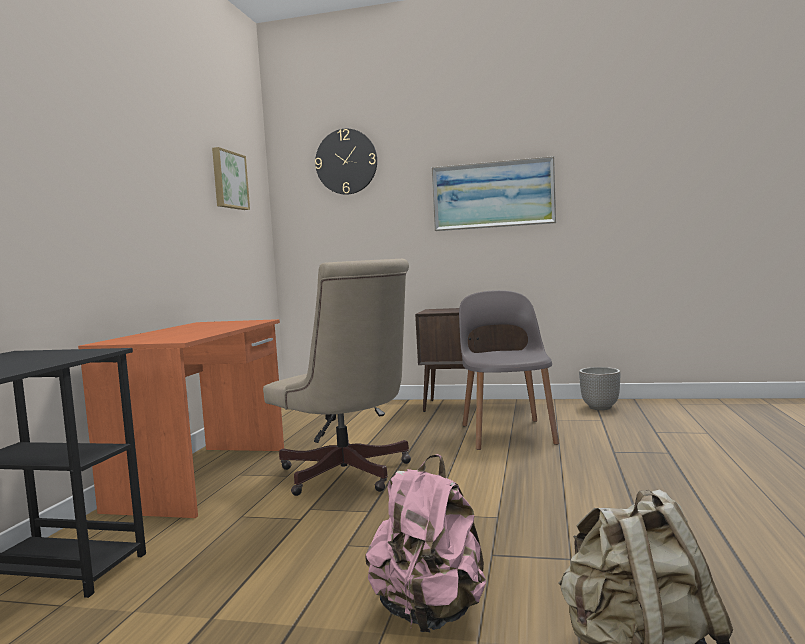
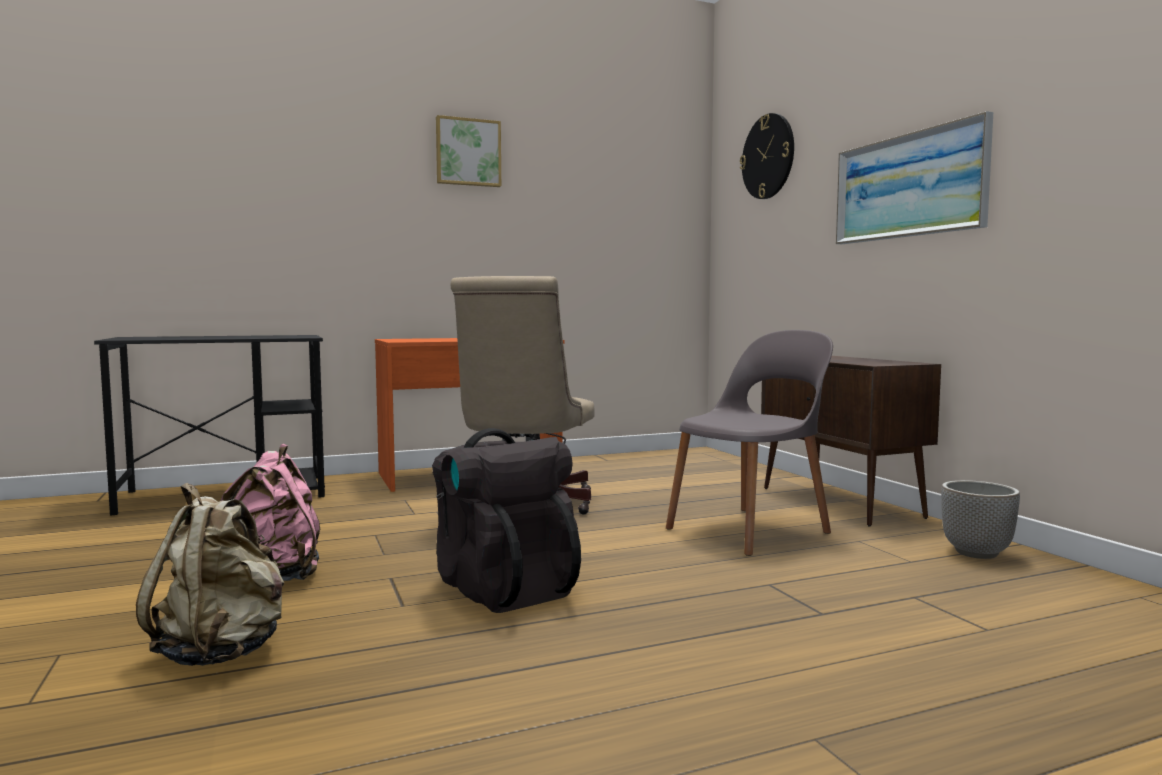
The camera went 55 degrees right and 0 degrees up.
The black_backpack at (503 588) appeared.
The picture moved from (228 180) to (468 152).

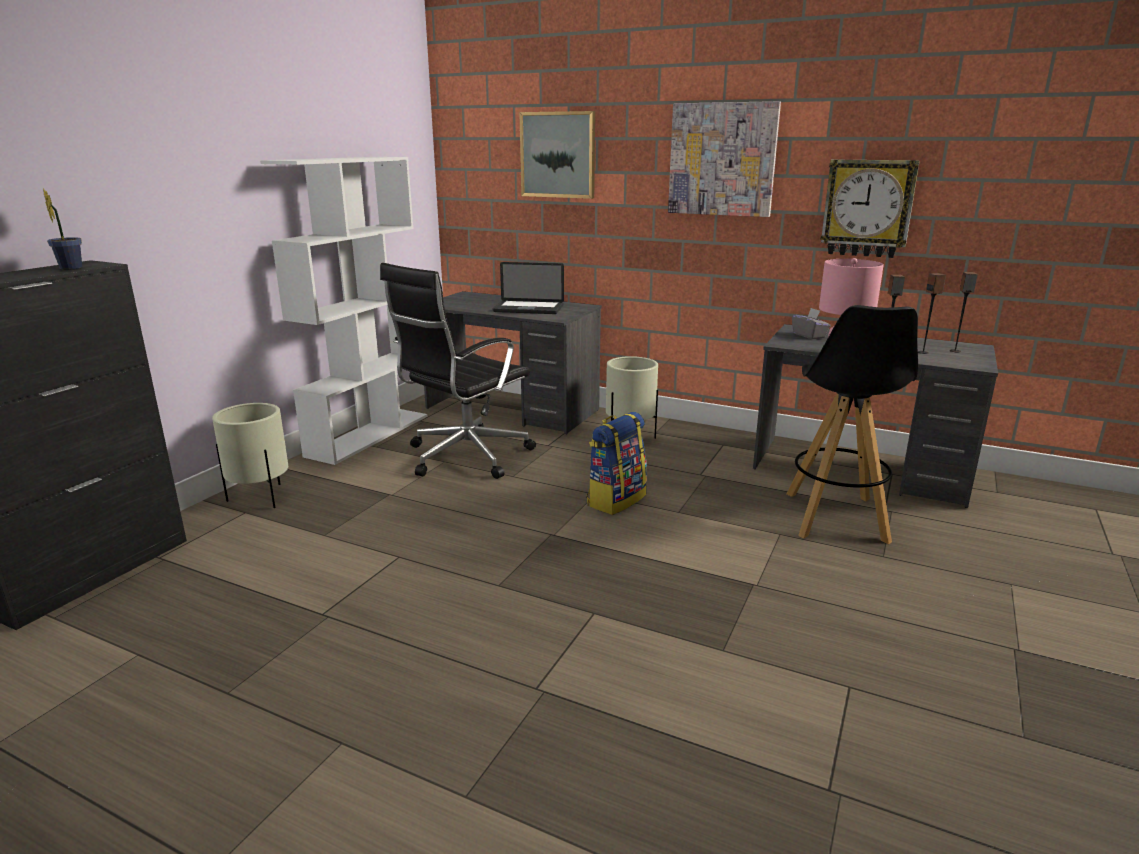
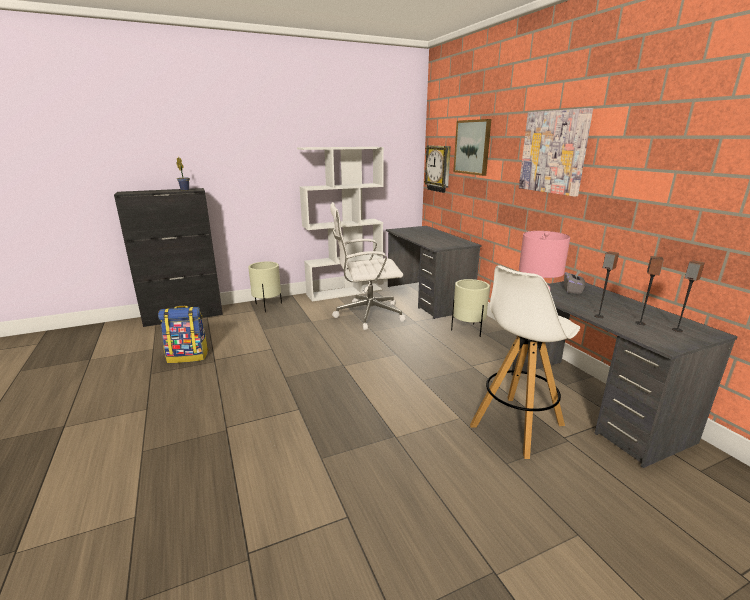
The camera went 40 degrees right and 0 degrees up.
The laptop at (528 309) disappeared.
The backpack moved from (616 500) to (188 356).
The wall_clock moved from (867 208) to (438 168).
The black_office_chair at (464 456) became the white_office_chair at (367 314).
The black_stool at (835 517) became the white_stool at (516 425).

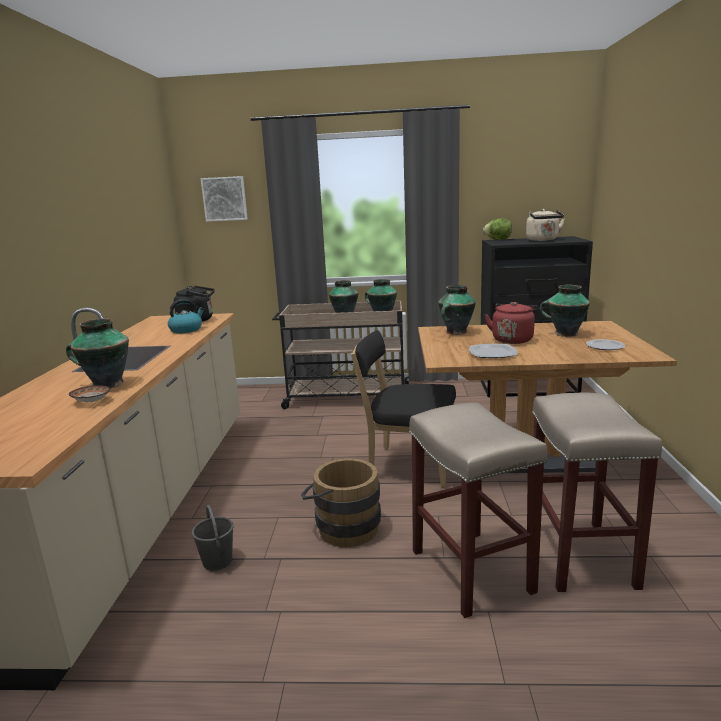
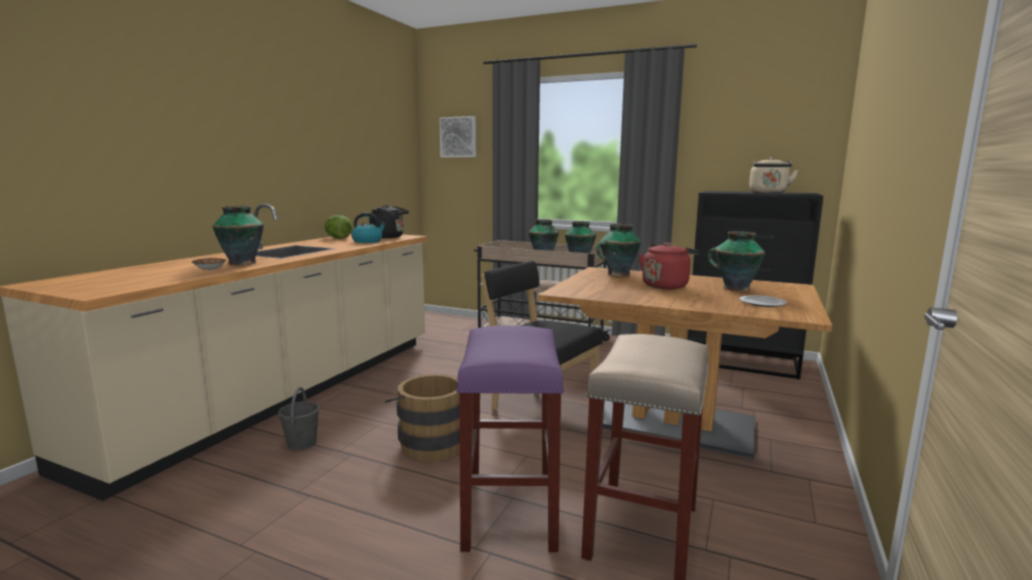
The camera went 20 degrees right and 5 degrees down.
The plate at (493 353) disappeared.
The lettuce moved from (498 239) to (338 238).
The beige_stool at (473 572) became the purple_stool at (511 513).

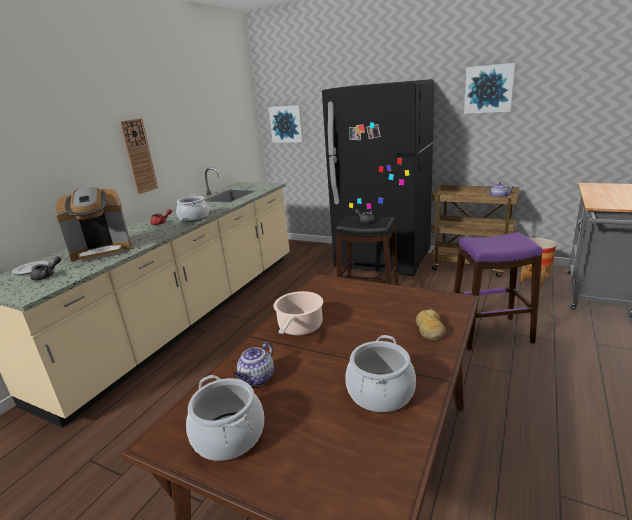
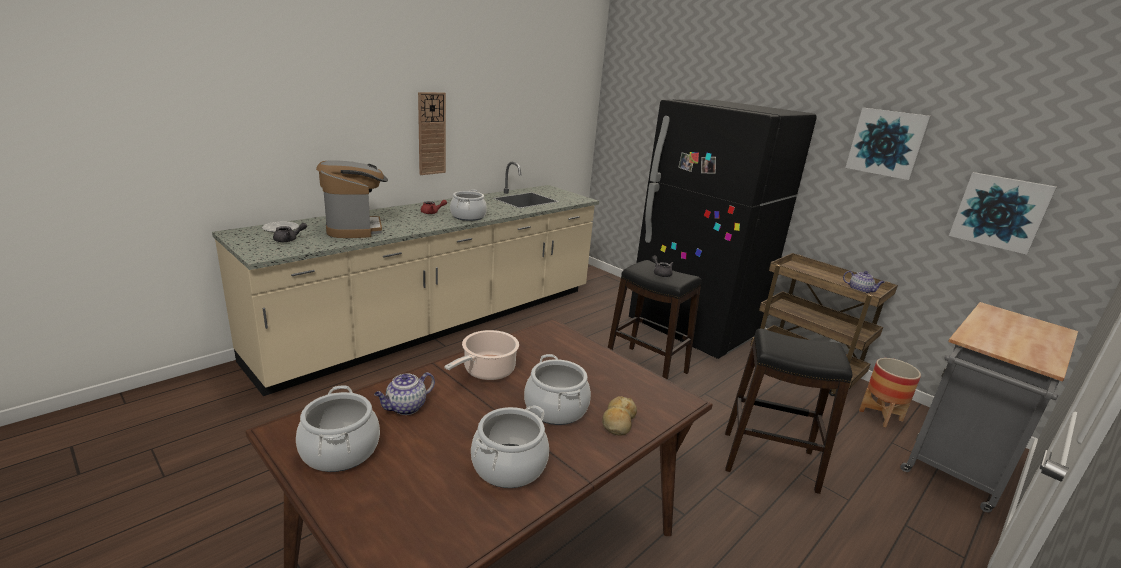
The camera went 15 degrees right and 0 degrees up.
The cooking_pot at (555 409) appeared.
The picture moved from (286 124) to (1000 212).
The purple_stool at (490 333) became the black_stool at (768 461).
The coffee_machine at (102 251) turned 105 degrees counterclockwise.

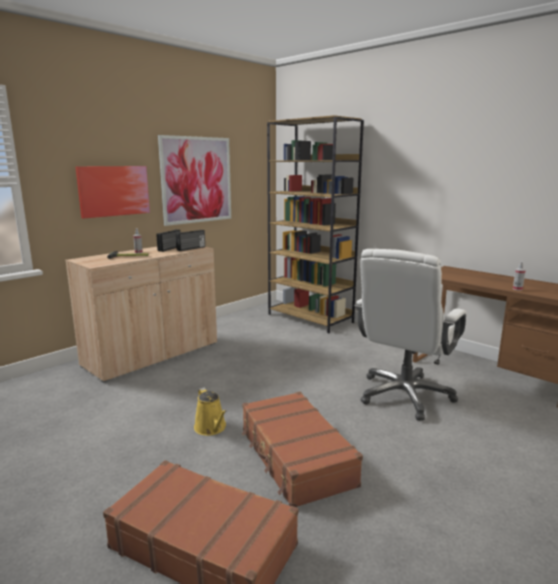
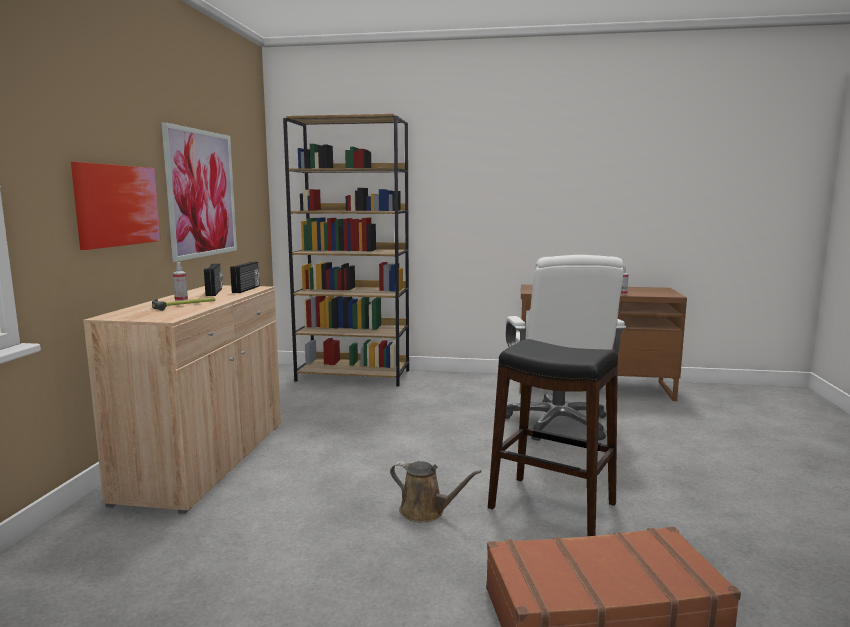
The camera went 35 degrees left and 5 degrees down.
The brown_suitcase at (295 457) was replaced by the black_stool at (553 506).
The yellow_watering_can at (211 428) became the brown_watering_can at (426 512).

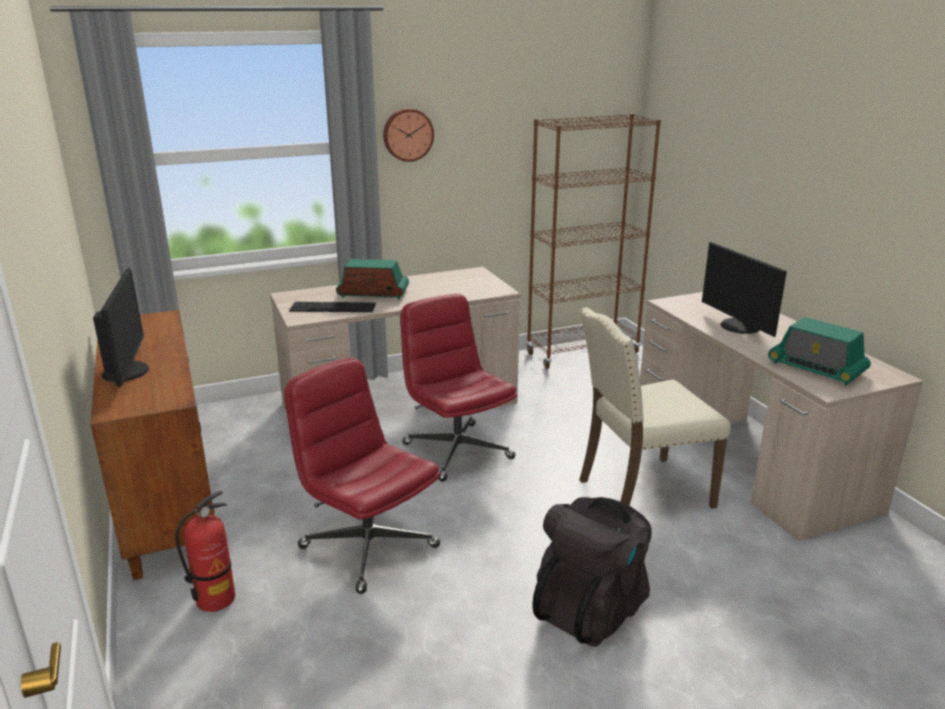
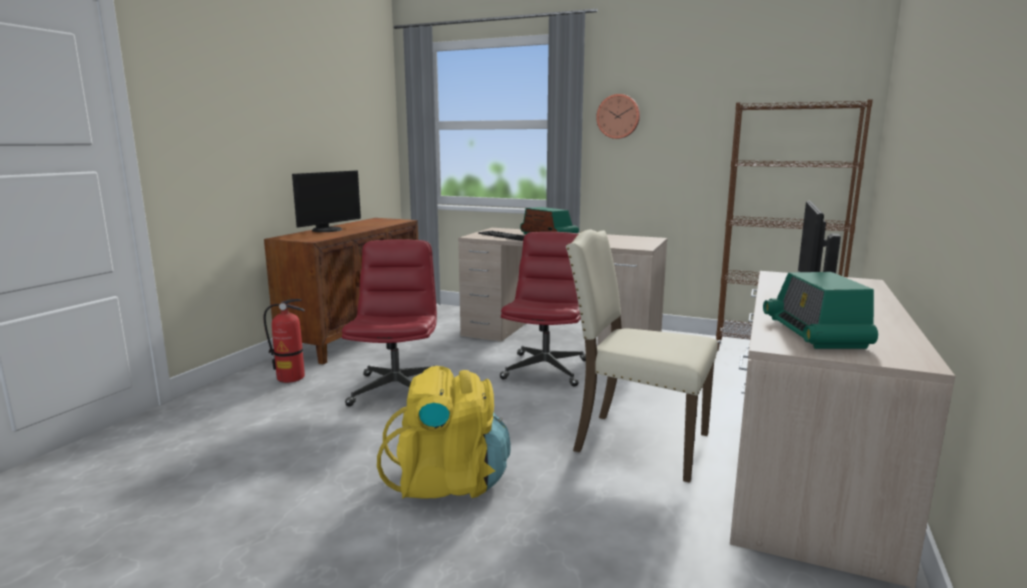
The camera went 45 degrees right and 10 degrees down.
The black_backpack at (591 608) became the yellow_backpack at (449 481).

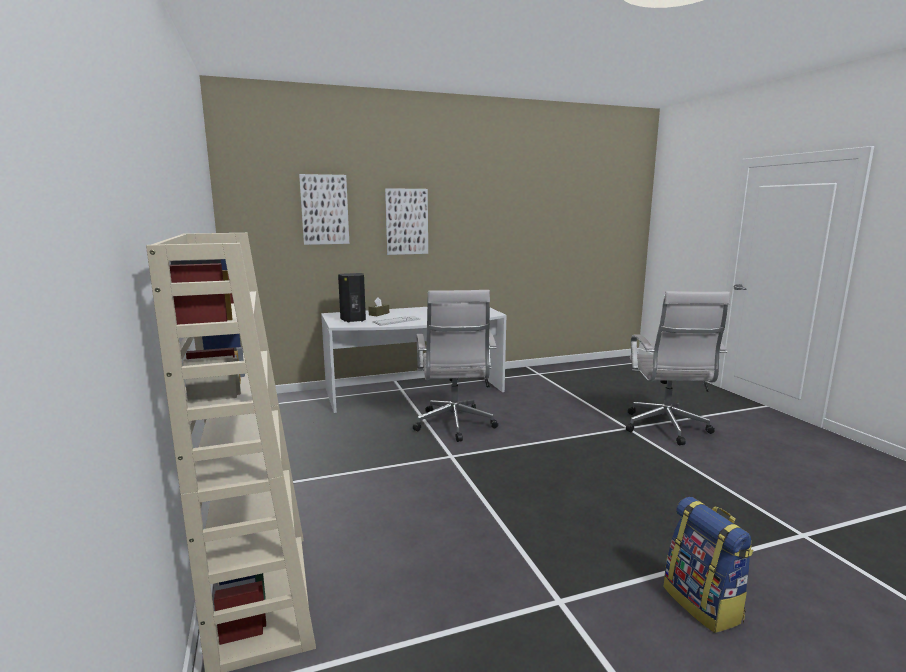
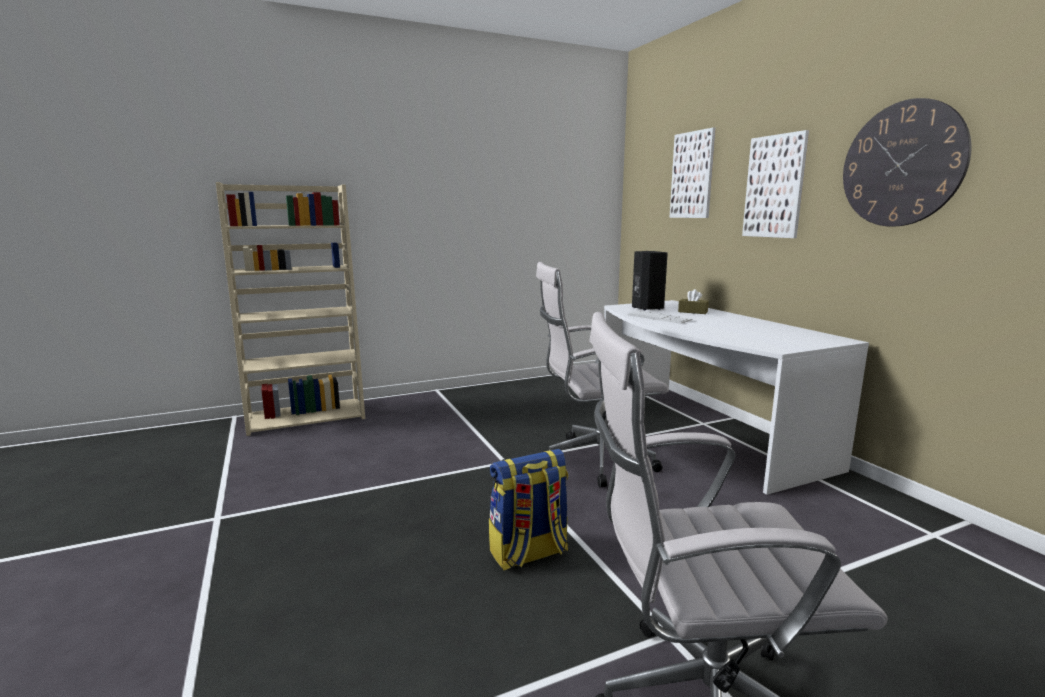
The camera went 85 degrees right and 0 degrees up.
The wall_clock at (902 164) appeared.
The backpack moved from (703 604) to (528 553).

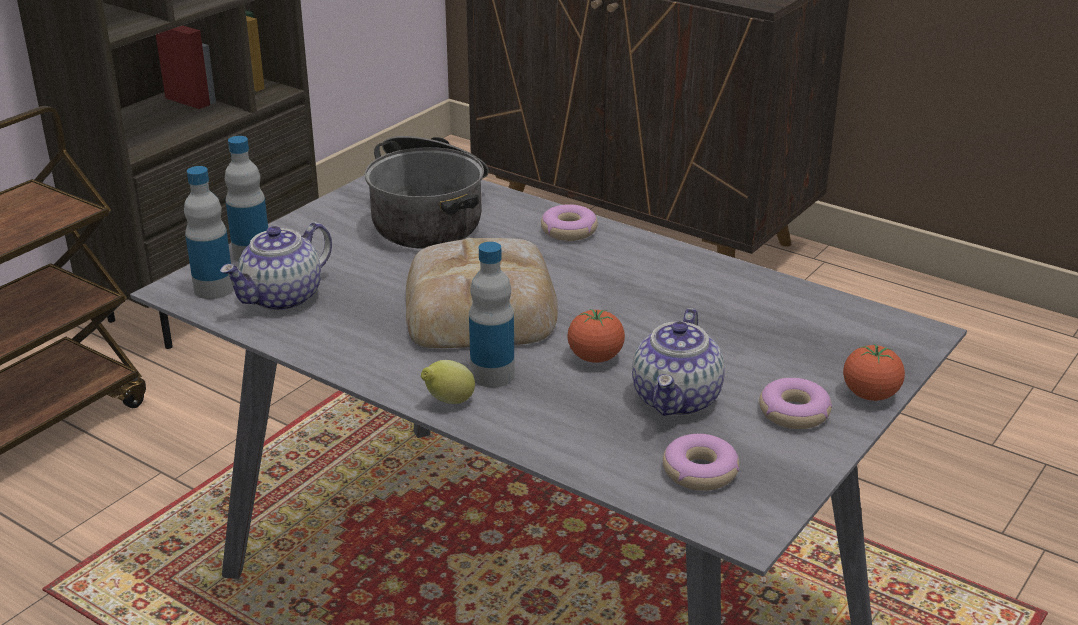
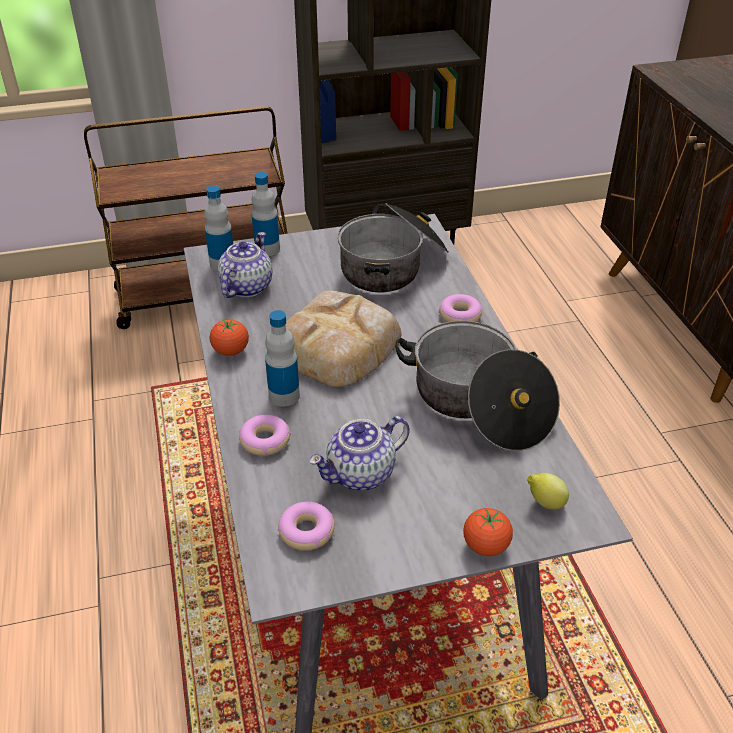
The camera went 40 degrees right and 10 degrees up.
The cooking_pot at (478 404) appeared.
The lemon moved from (448 402) to (545 503).
The tomato moved from (595 358) to (231 351).
The donut moved from (794 413) to (265 441).
The teapot at (282 298) turned 120 degrees clockwise.

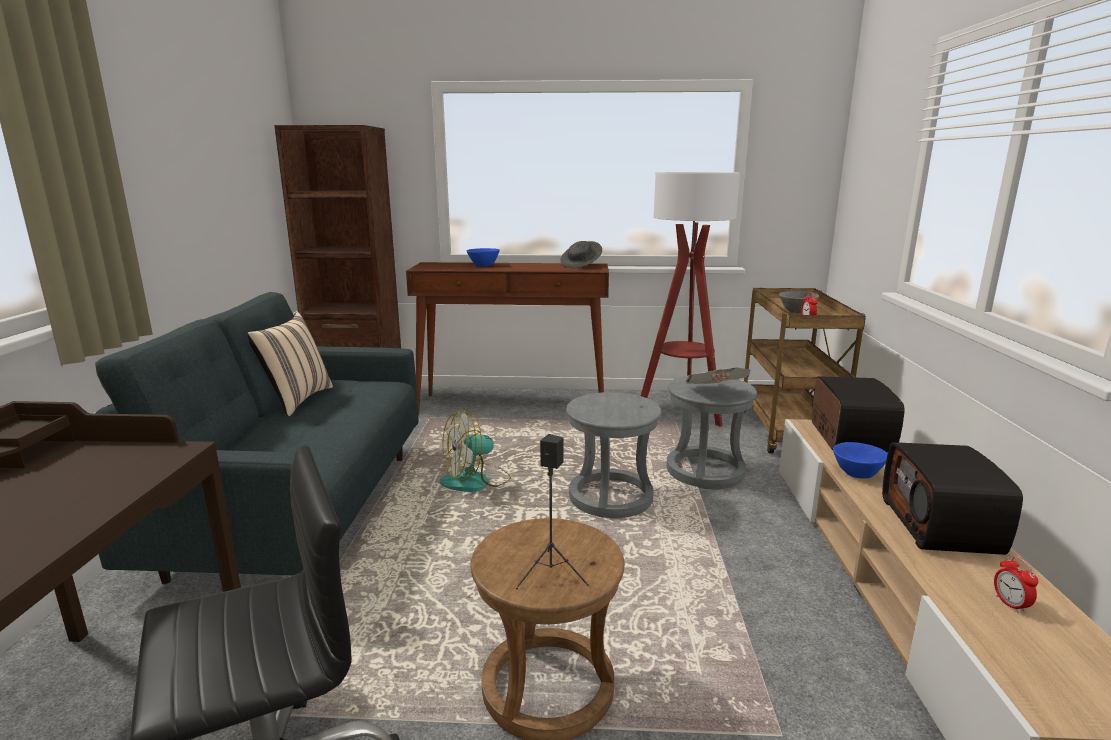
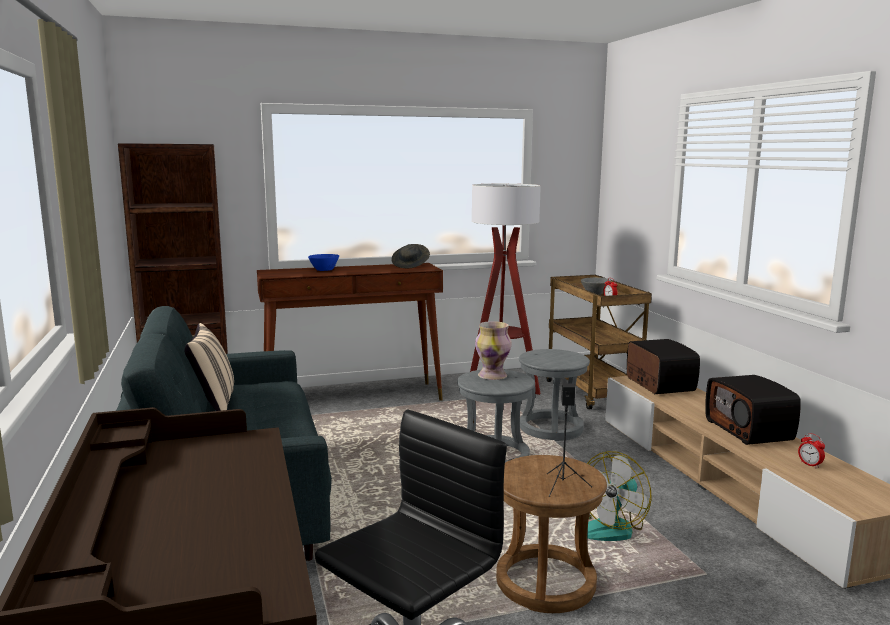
The camera went 20 degrees left and 5 degrees down.
The newspaper at (715 393) disappeared.
The blue_bowl at (856 473) disappeared.
The vase at (492 376) appeared.
The fan moved from (476 481) to (612 527).

